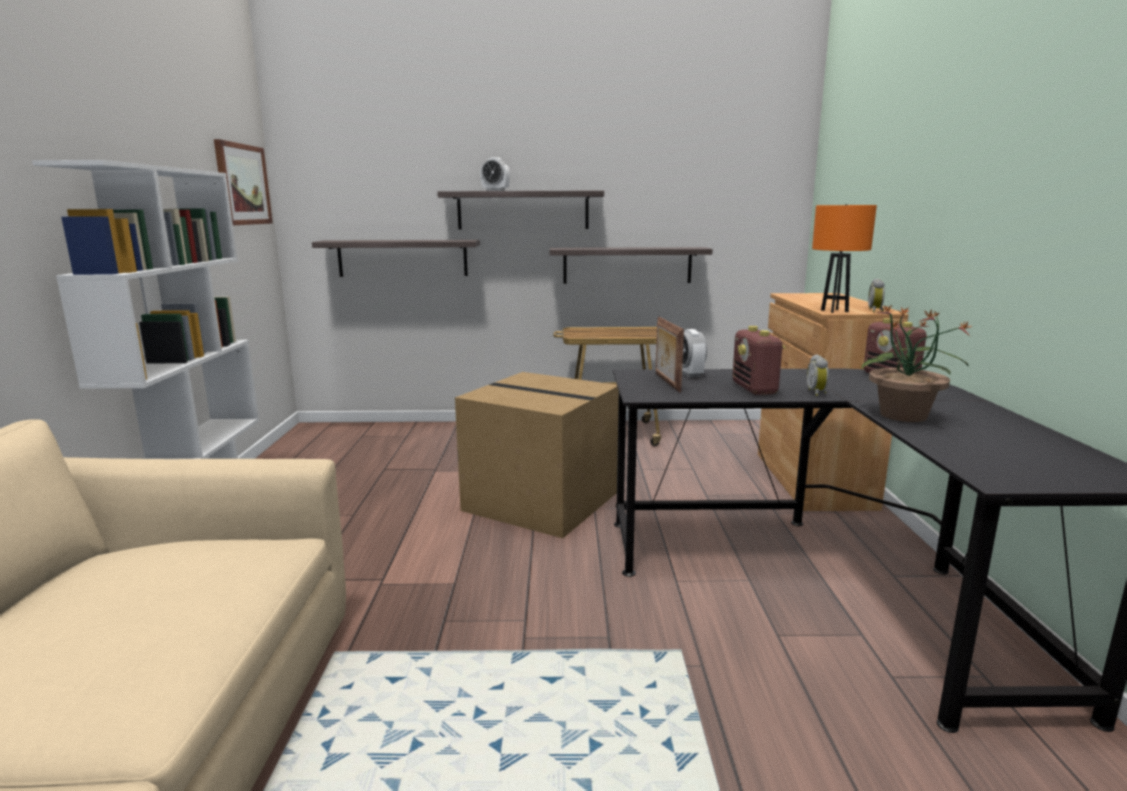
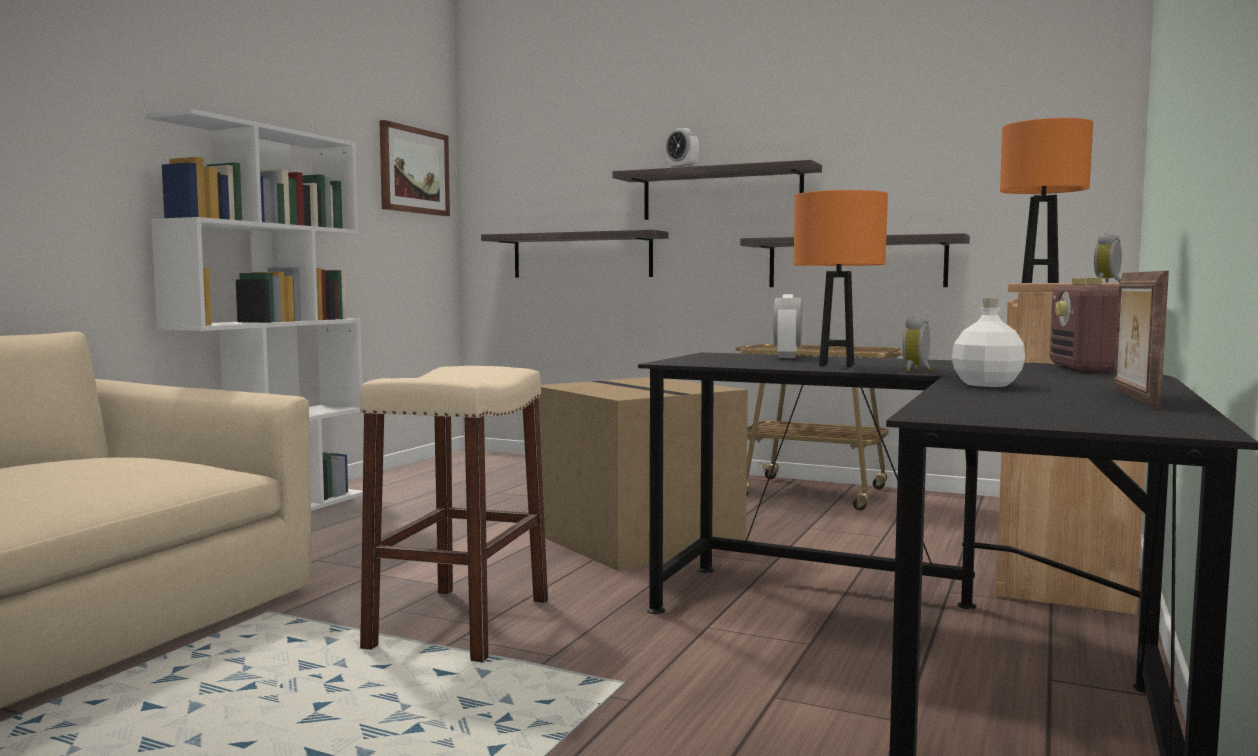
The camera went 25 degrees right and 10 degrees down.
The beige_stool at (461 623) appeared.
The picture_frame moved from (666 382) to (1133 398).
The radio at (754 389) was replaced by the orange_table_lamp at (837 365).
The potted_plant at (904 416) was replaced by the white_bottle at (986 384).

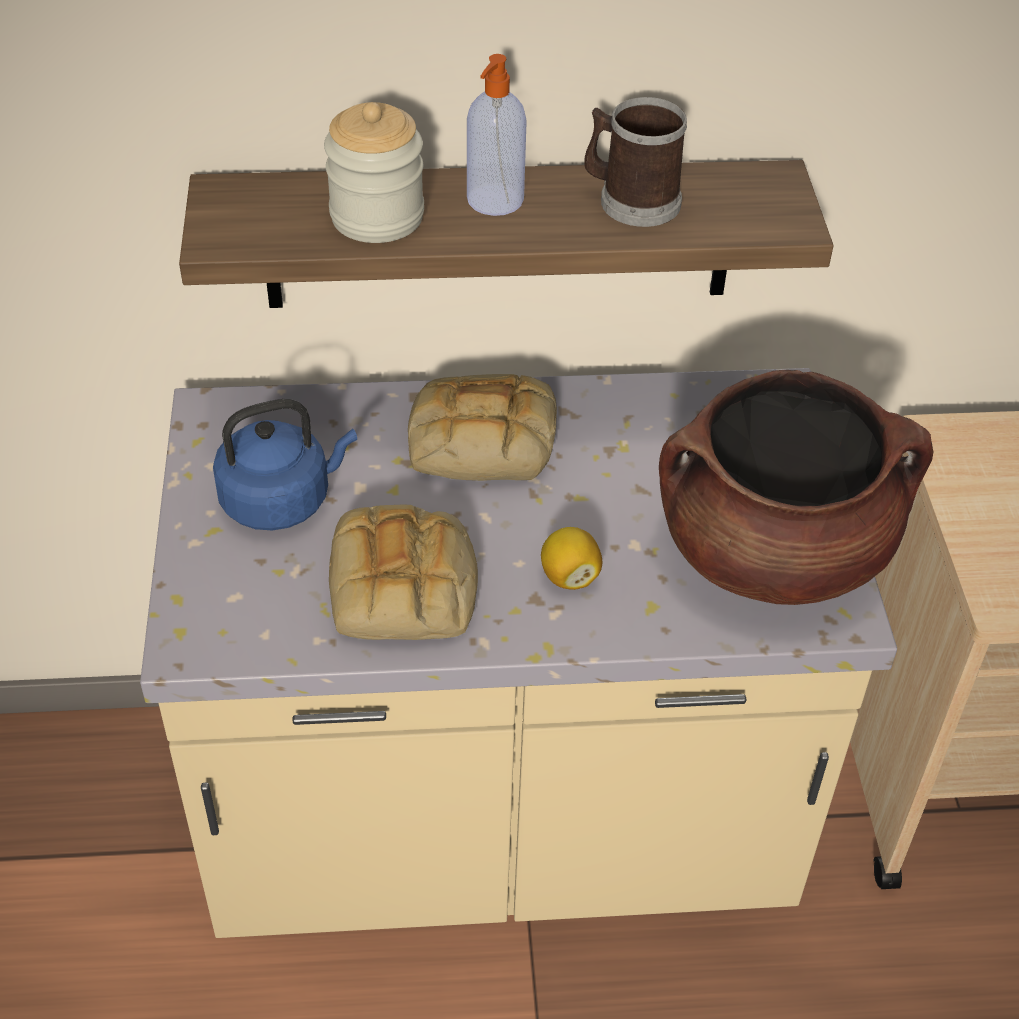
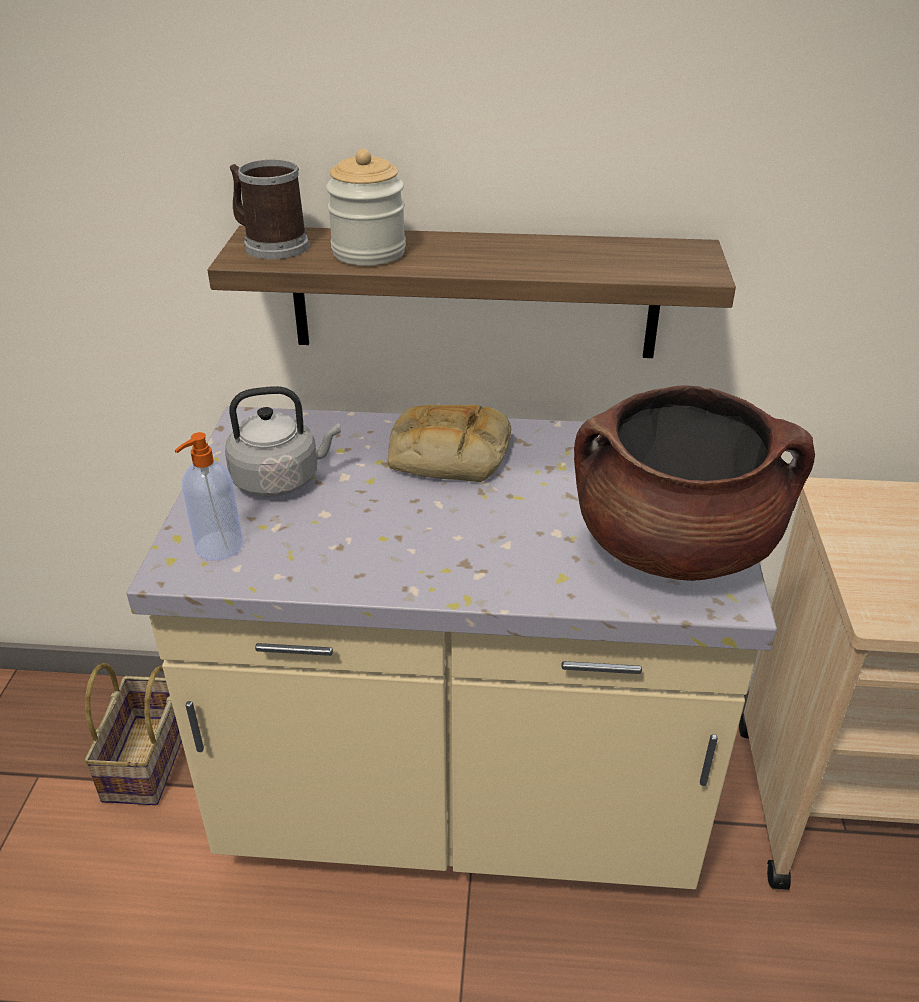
The camera went 10 degrees right and 10 degrees down.
The bread at (405 587) disappeared.
The lemon at (569 576) disappeared.
The basket at (148 762) appeared.
The soap_dispenser moved from (494 201) to (217 547).
The mug moved from (631 200) to (270 245).
The blue_kettle at (281 500) became the grey_kettle at (281 480).

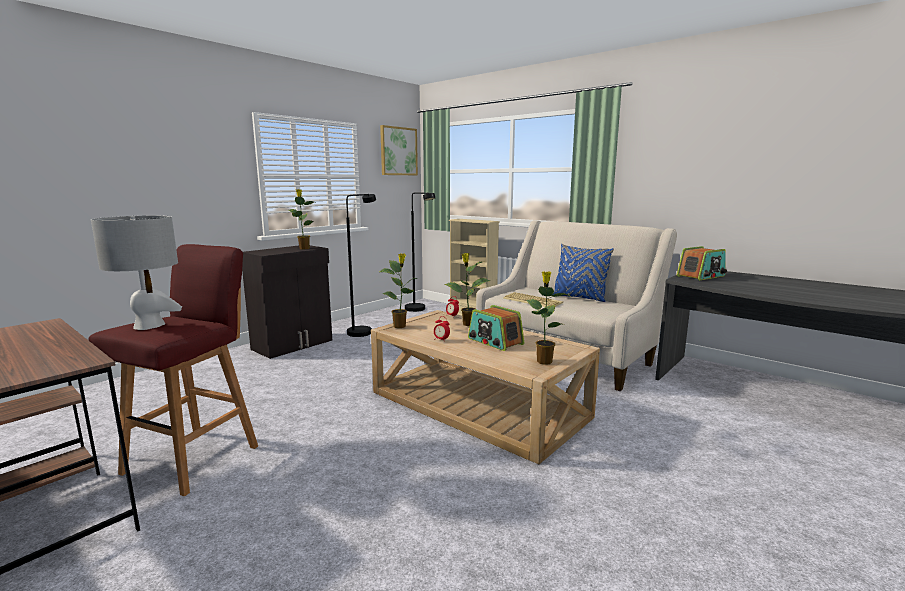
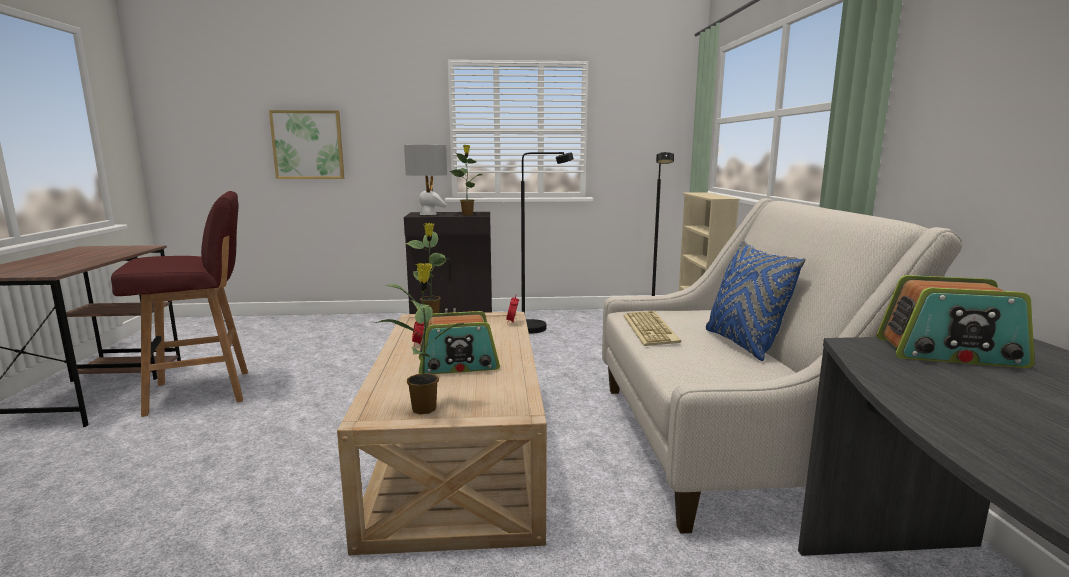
The camera went 45 degrees right and 0 degrees up.
The potted_plant at (468 324) disappeared.
The grey_table_lamp moved from (149 326) to (428 214).
The picture moved from (398 151) to (308 145).
The radio at (495 341) turned 105 degrees counterclockwise.

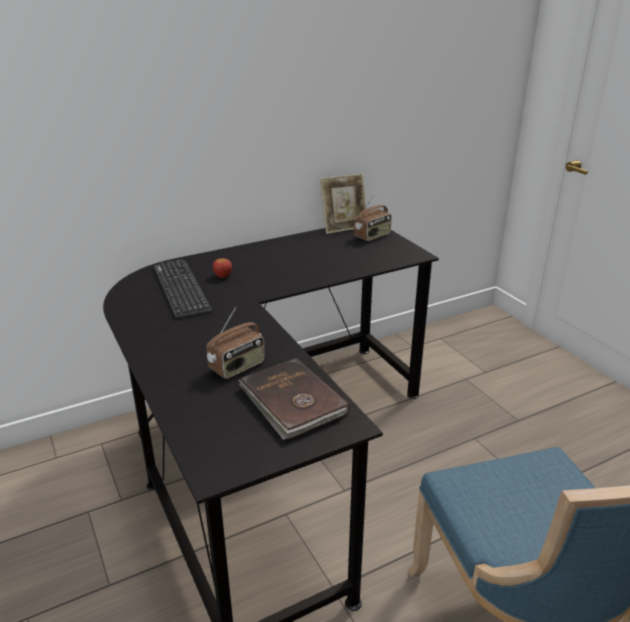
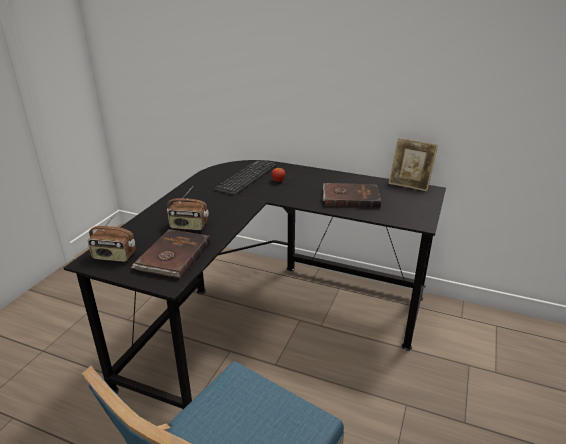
The camera went 50 degrees right and 0 degrees up.
The brown_book at (350 197) appeared.
The radio moved from (372 236) to (114 256).

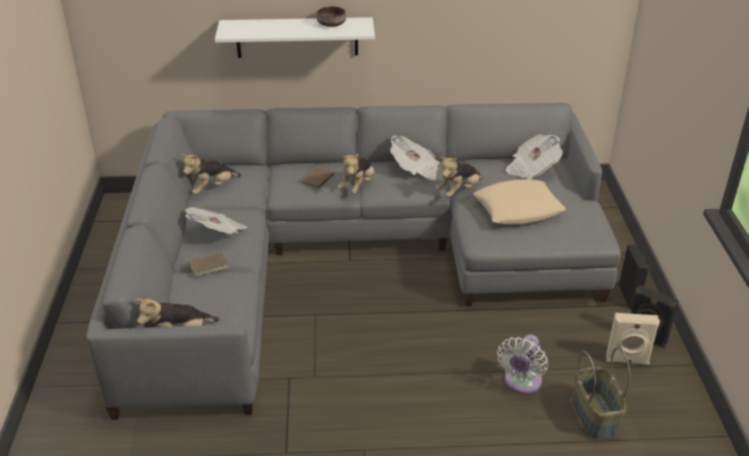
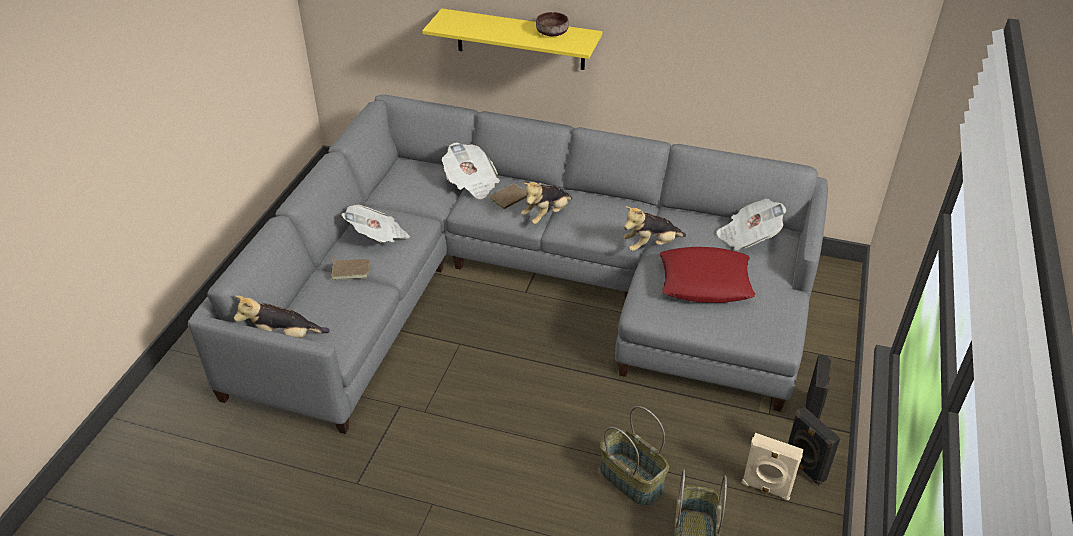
The camera went 20 degrees right and 5 degrees up.
The plush_toy at (212 188) disappeared.
The newspaper moved from (415 169) to (471 183).
The white_fan at (521 383) was replaced by the basket at (632 479).
The white_shelf at (297 37) became the yellow_shelf at (520 39).
The beige_pillow at (518 208) became the red_pillow at (705 282).

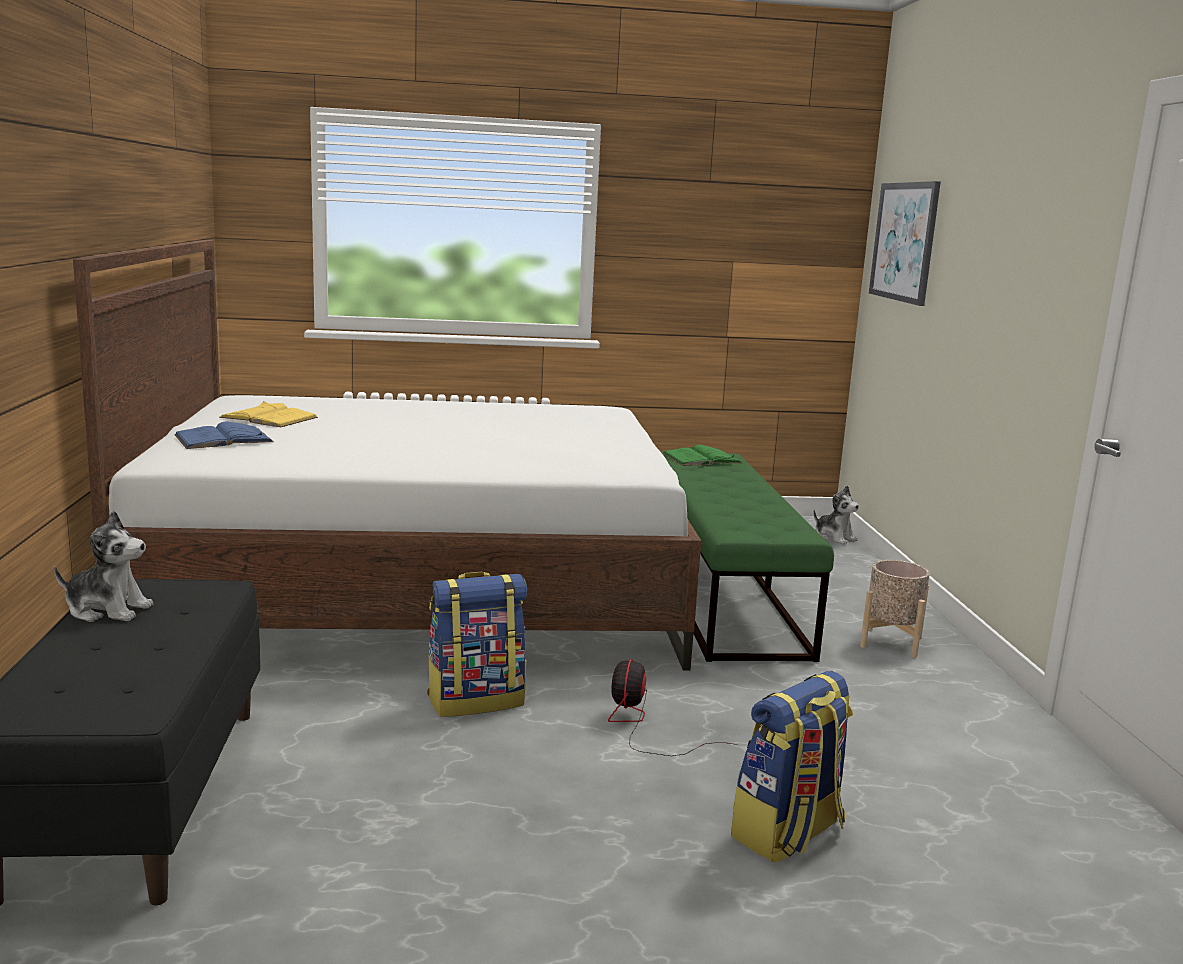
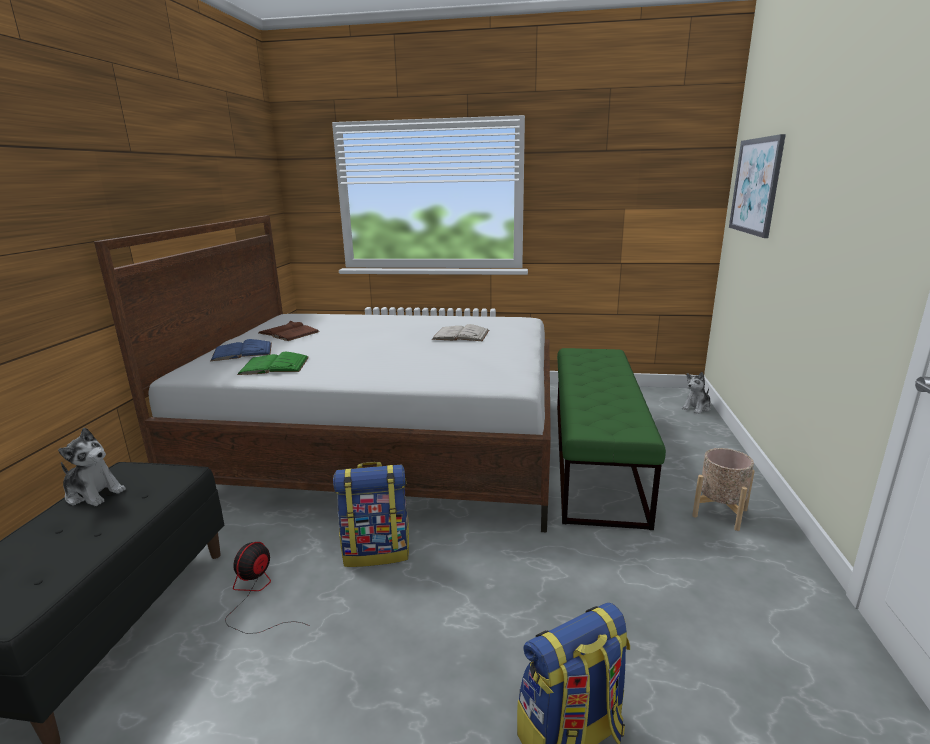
The camera went 15 degrees right and 5 degrees up.
The white_book at (461 335) appeared.
The fan moved from (642 725) to (256 596).
The green_book moved from (701 458) to (274 365).
The yellow_book at (269 417) became the brown_book at (288 332).
The plush_toy at (834 537) turned 75 degrees clockwise.

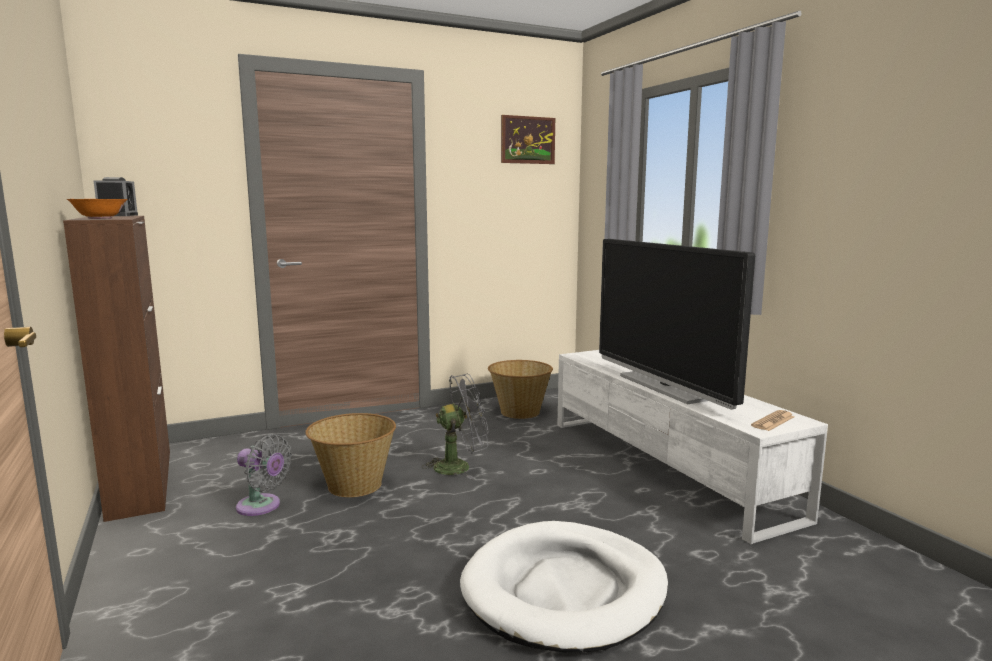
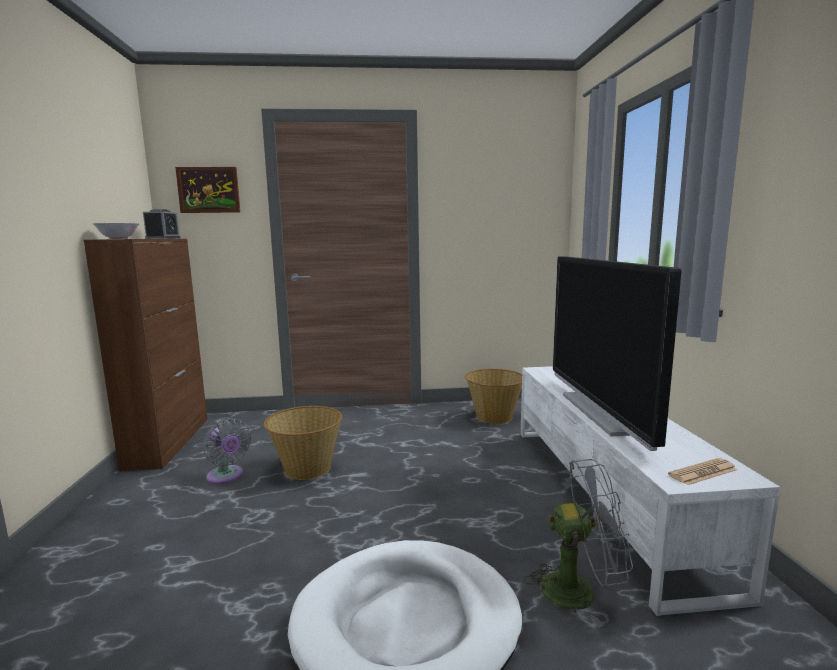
The camera went 20 degrees right and 0 degrees up.
The grey_fan moved from (459 466) to (579 590).
The picture moved from (527 140) to (208 190).
The orange_bowl at (100 218) became the white_bowl at (118 238).

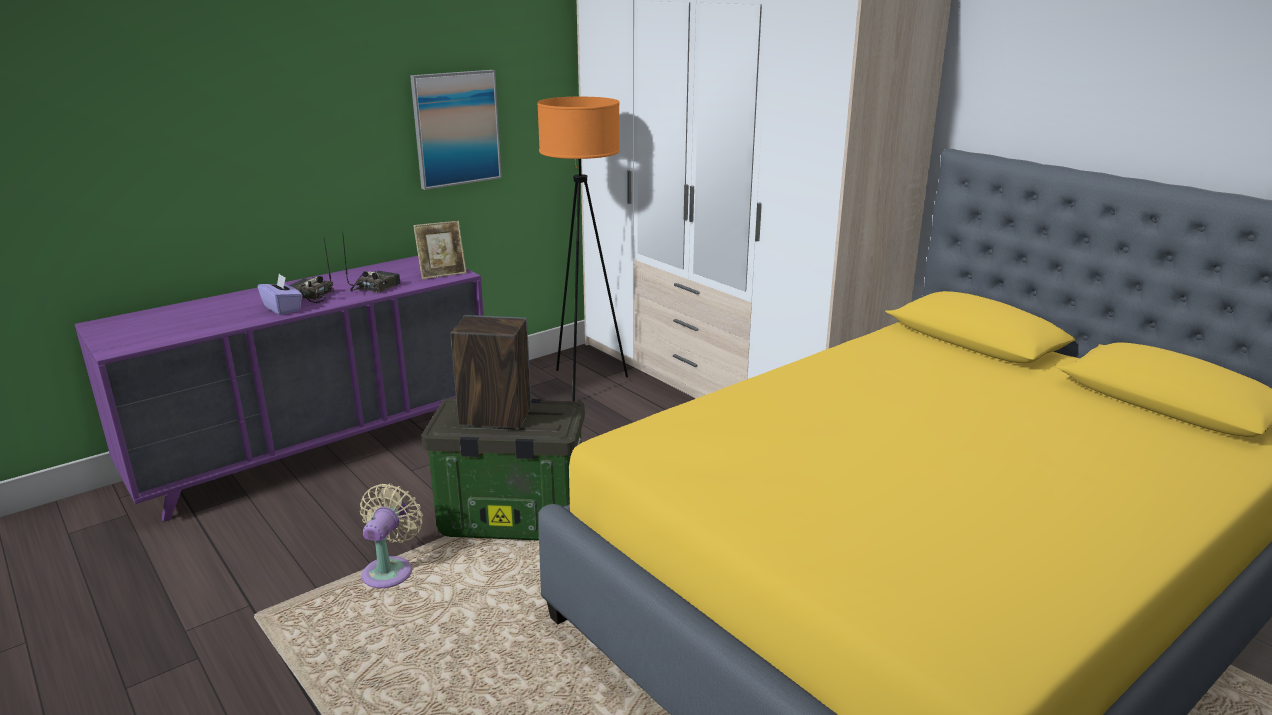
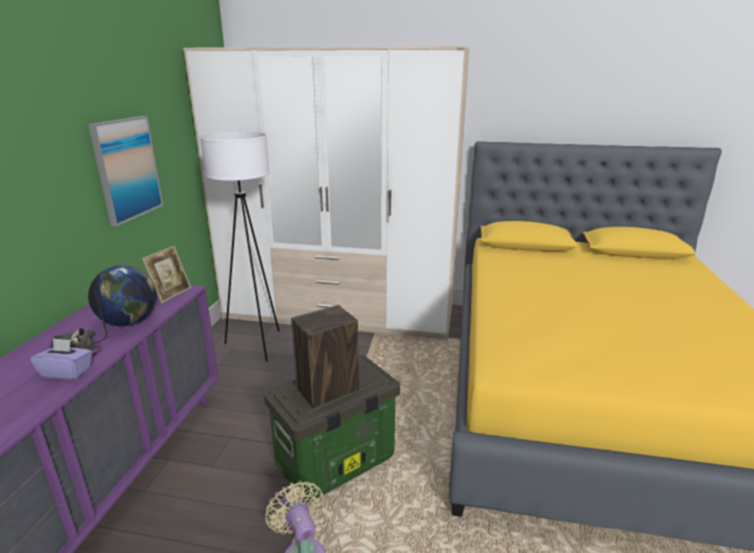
The camera went 40 degrees left and 0 degrees up.
The radio at (375 287) was replaced by the globe at (129 322).
The orange_floor_lamp at (585 383) became the white_floor_lamp at (257 345).

